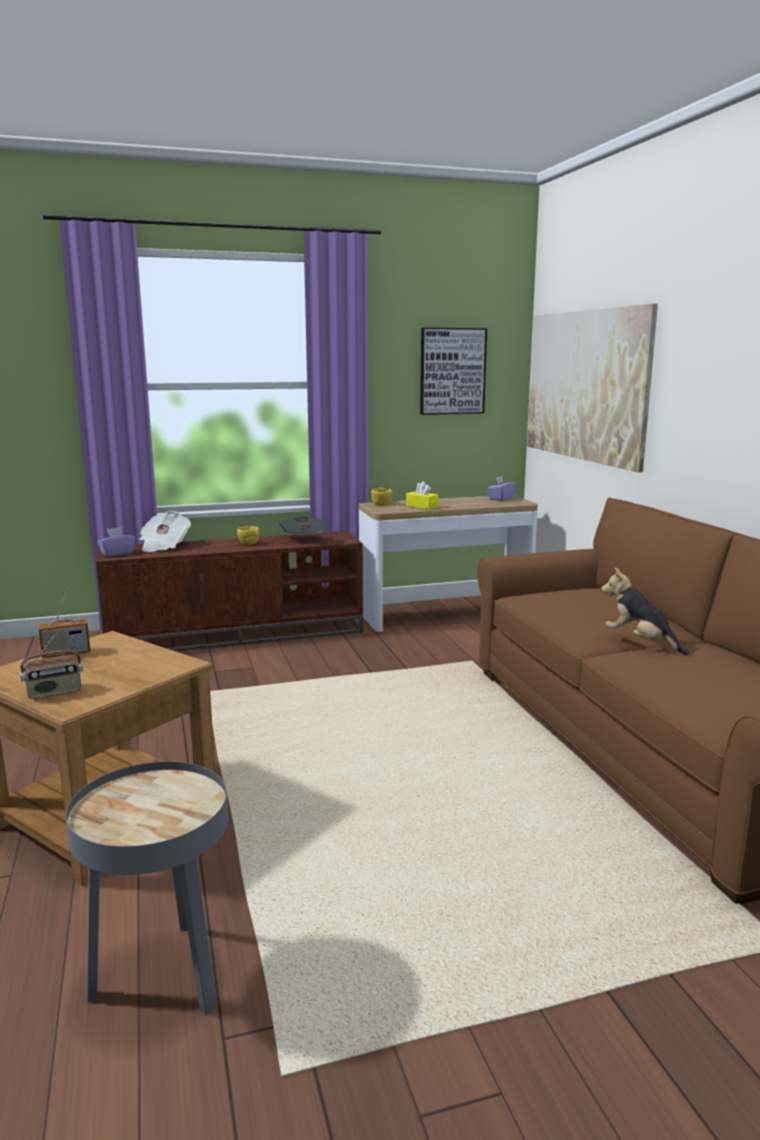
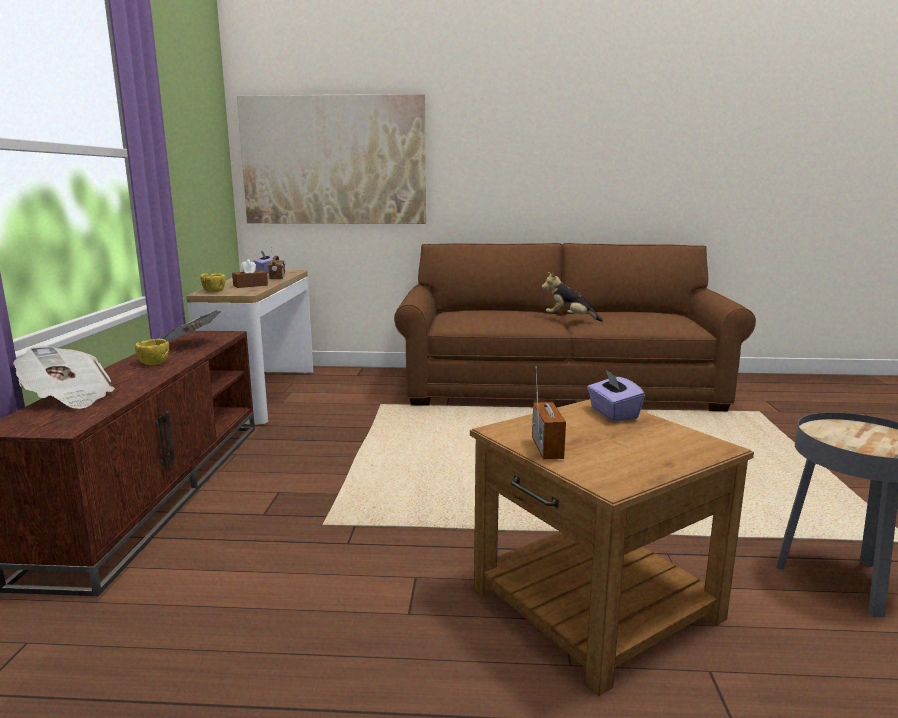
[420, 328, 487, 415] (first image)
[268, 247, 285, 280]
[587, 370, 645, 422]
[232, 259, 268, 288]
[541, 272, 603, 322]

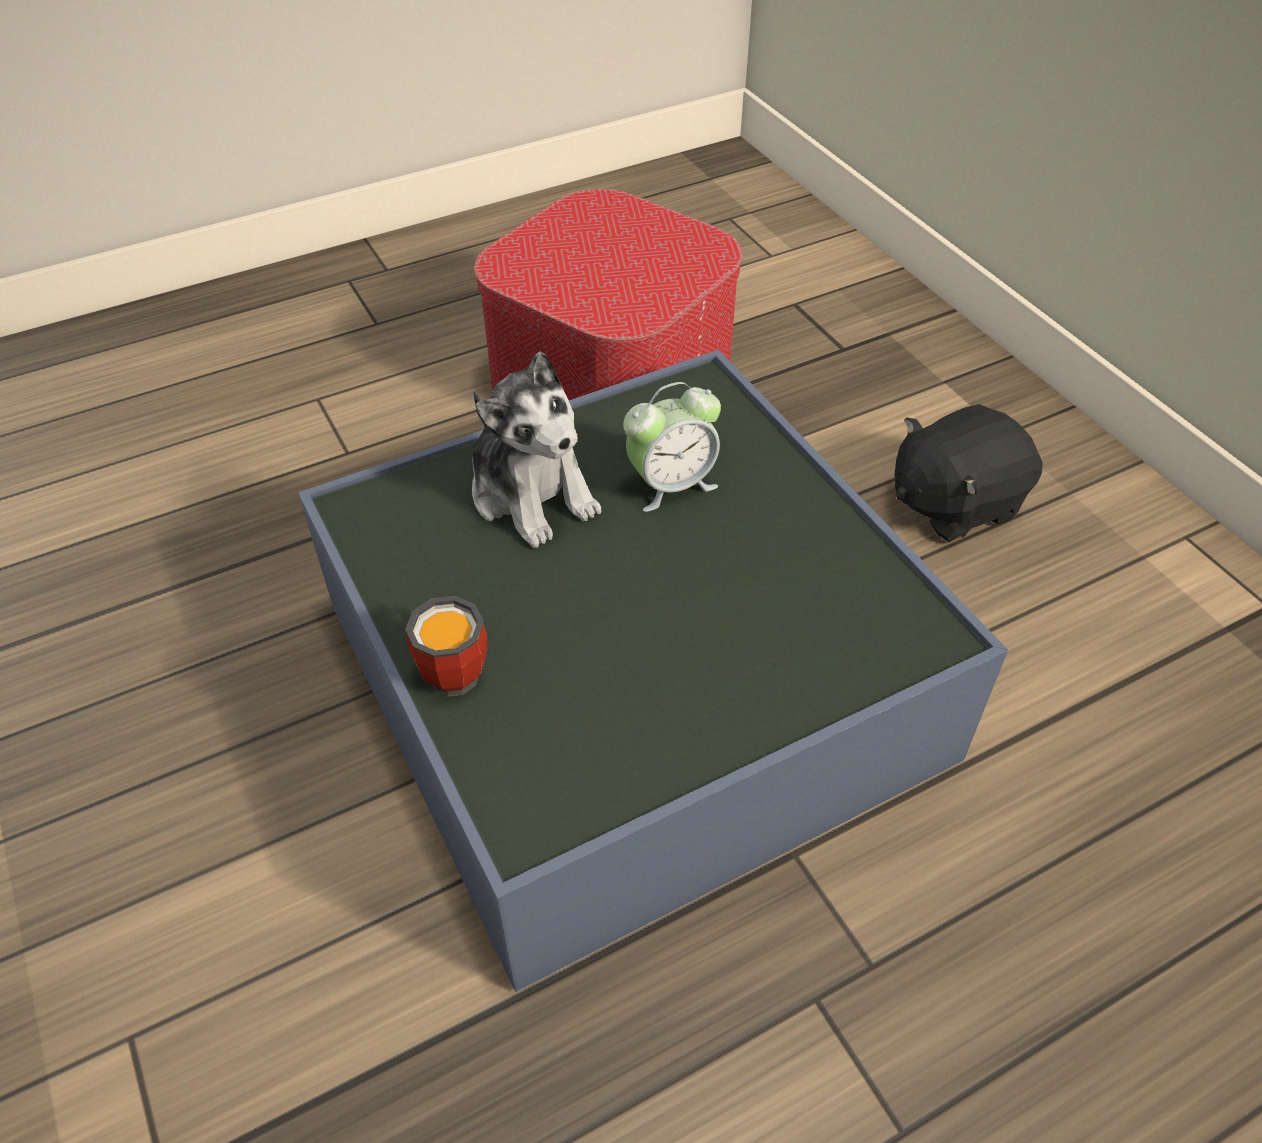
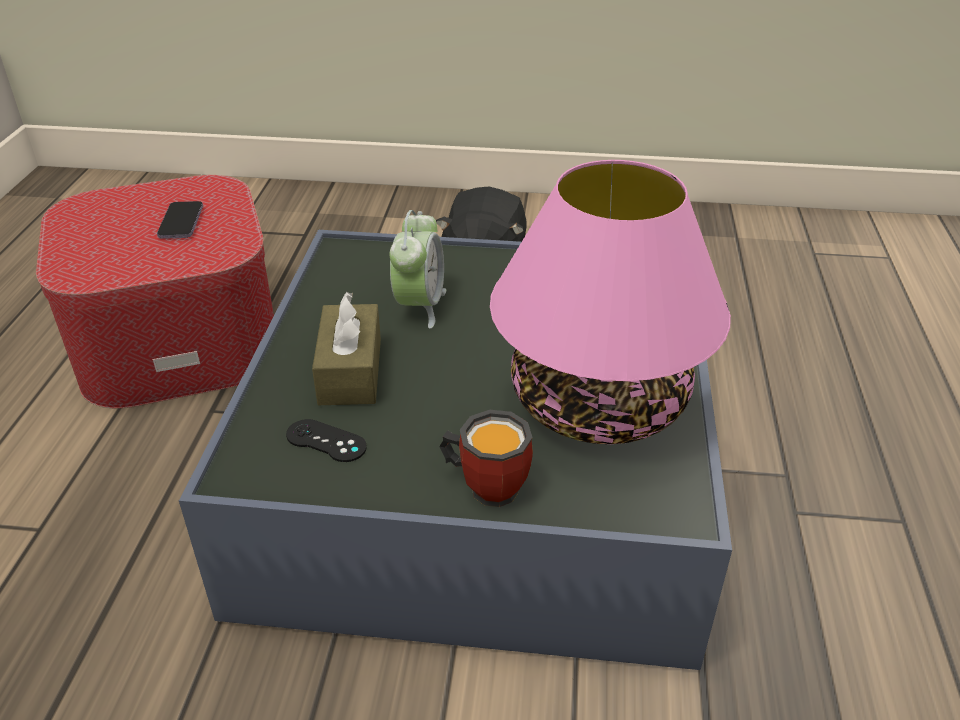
[157, 201, 203, 239]
[286, 419, 367, 462]
[490, 160, 731, 444]
[312, 292, 381, 405]

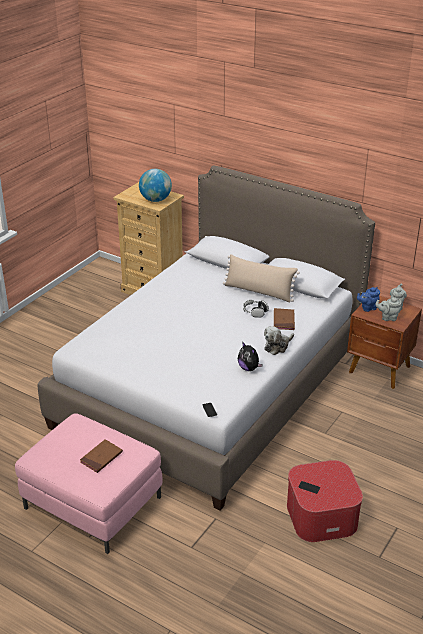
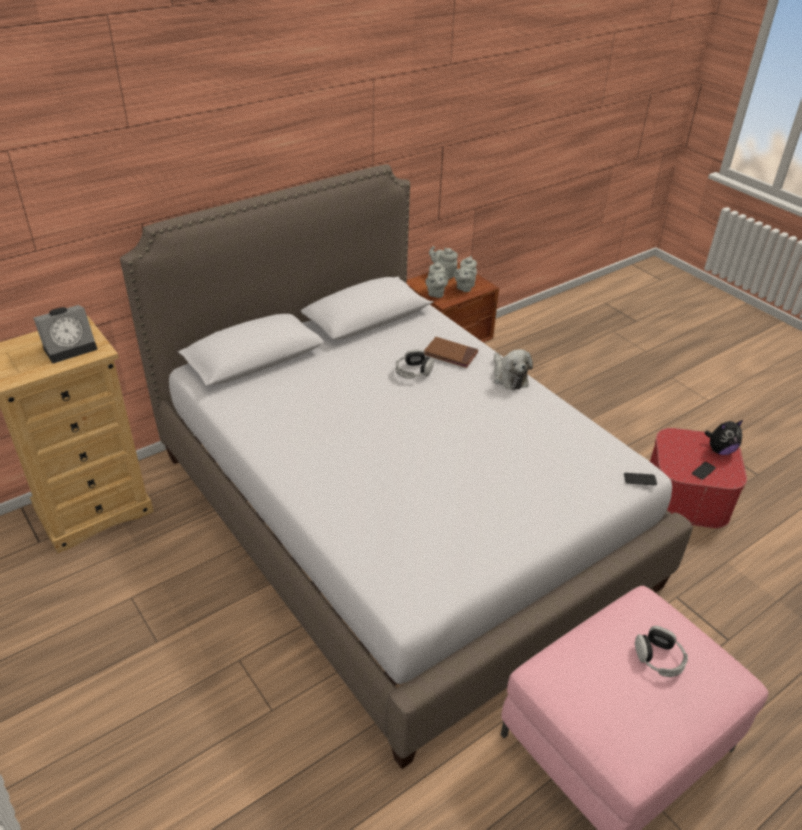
[223, 254, 300, 303] (first image)
[705, 420, 743, 455]
[635, 626, 688, 677]
[33, 305, 98, 364]
[425, 261, 448, 298]

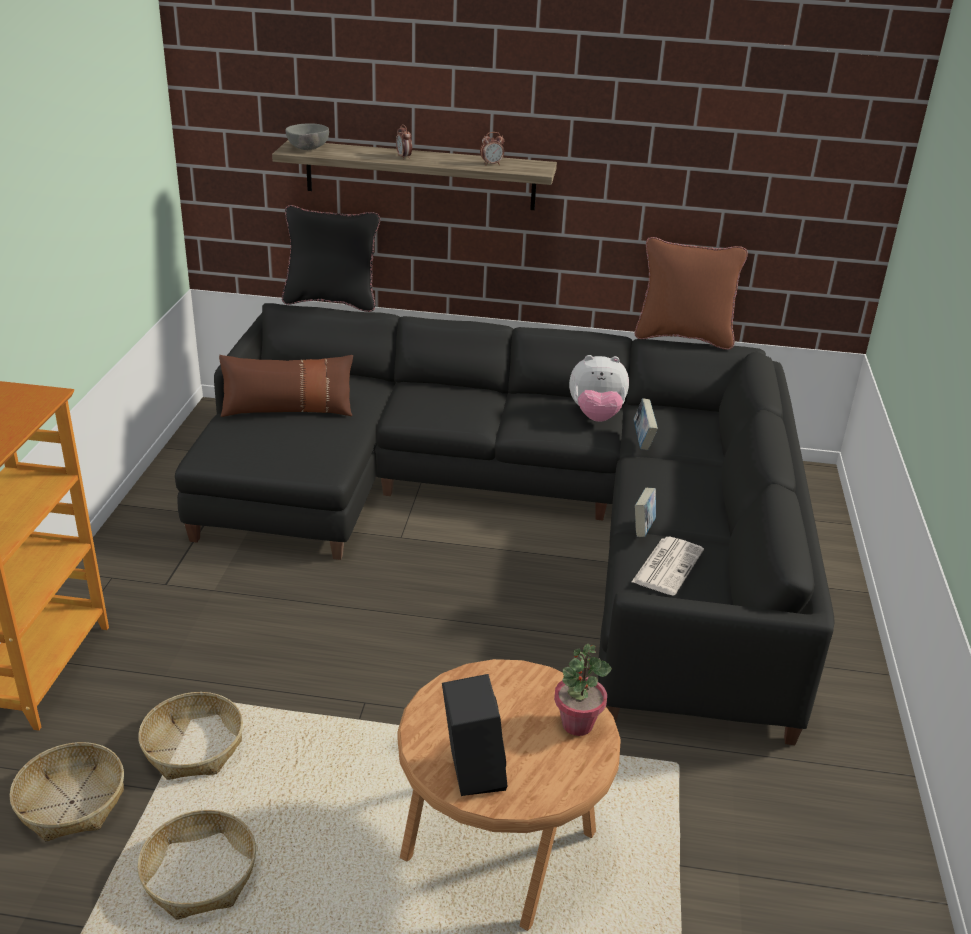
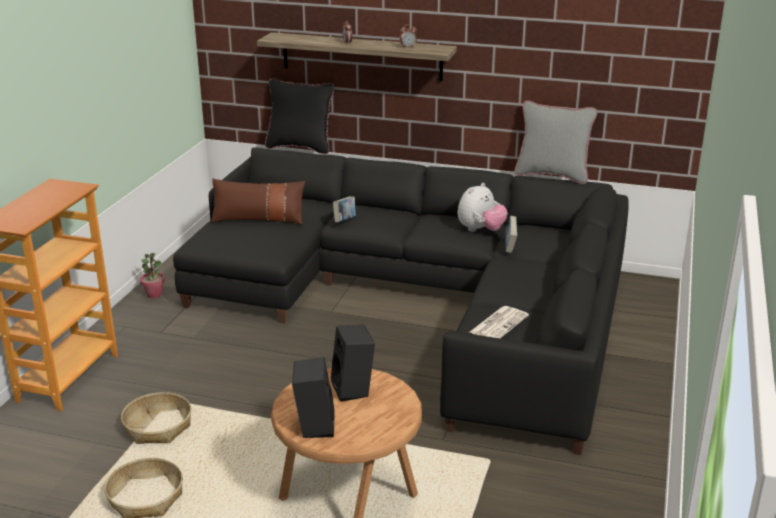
[10, 742, 124, 841] (first image)
[285, 123, 329, 150] (first image)
[331, 325, 375, 402]
[140, 253, 165, 298]
[333, 196, 356, 222]
[514, 100, 597, 184]
[458, 183, 508, 232]

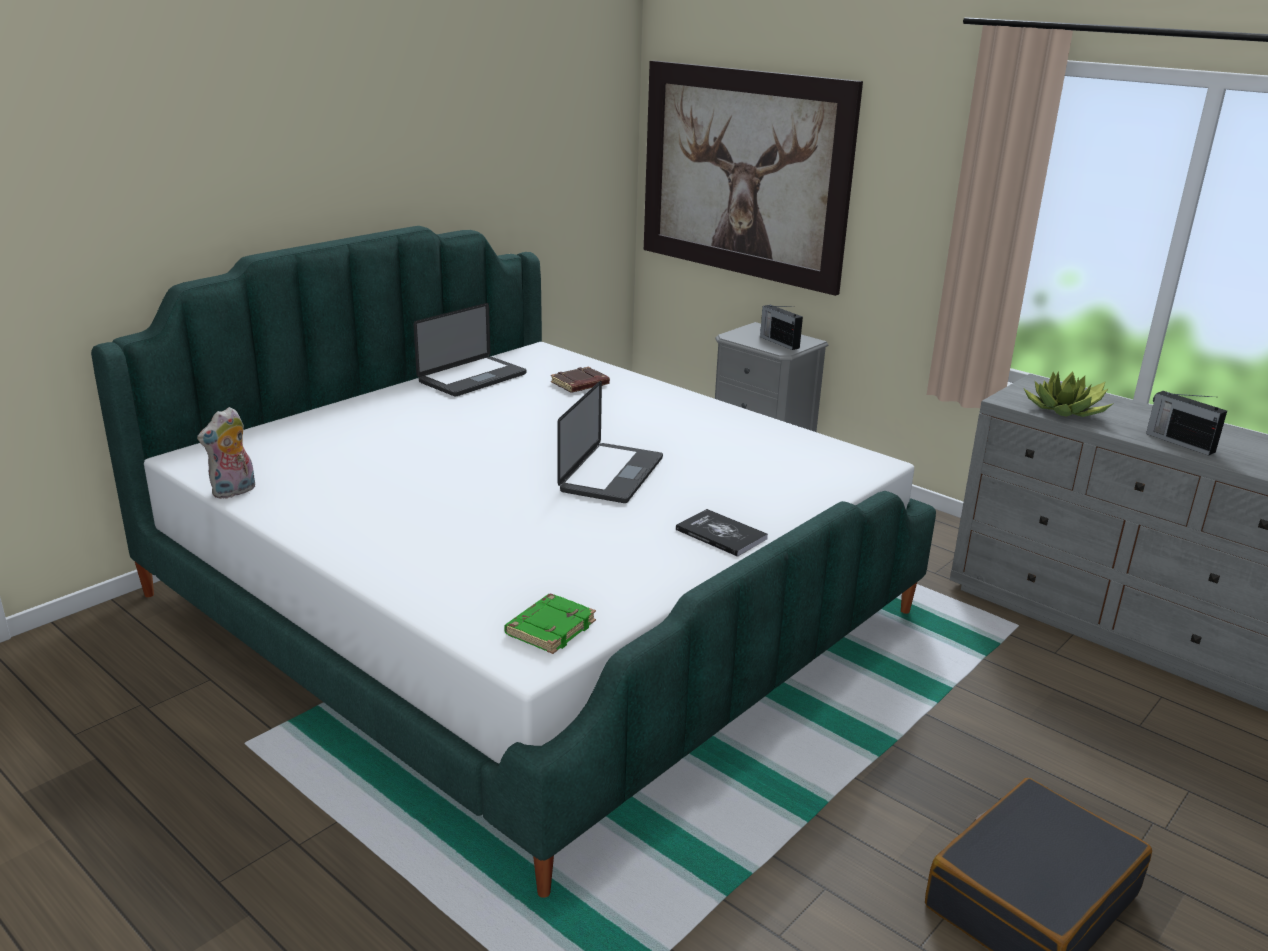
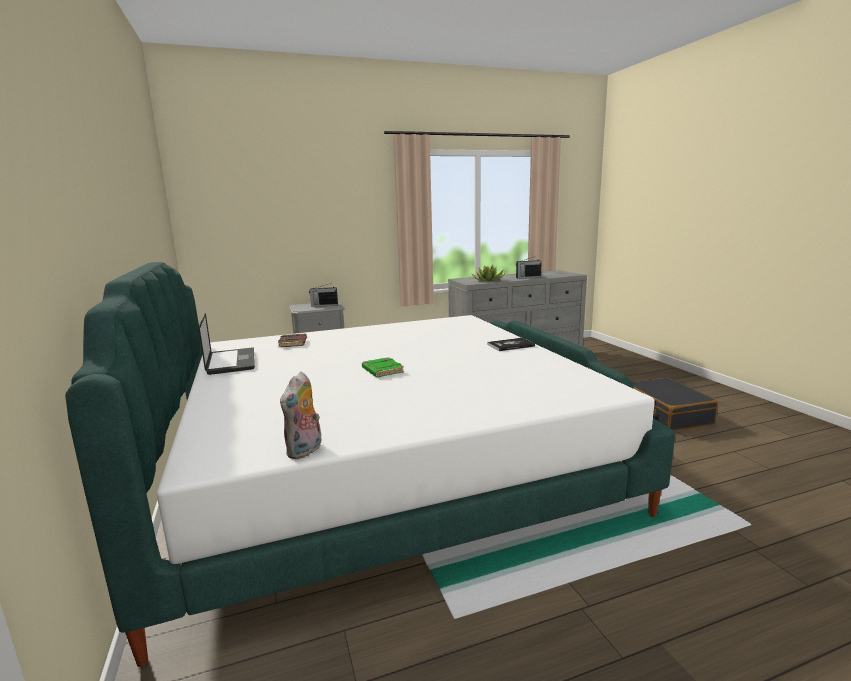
[557, 381, 663, 503] (first image)
[644, 61, 863, 296] (first image)
[362, 357, 404, 377]
[280, 372, 322, 459]

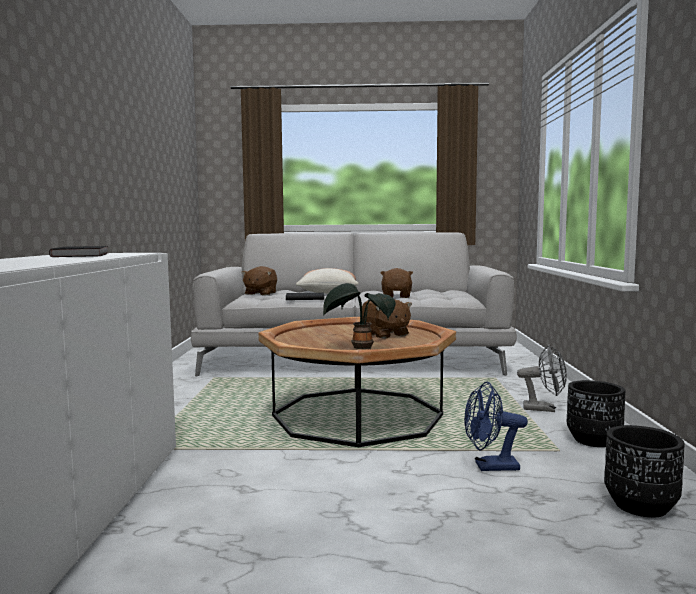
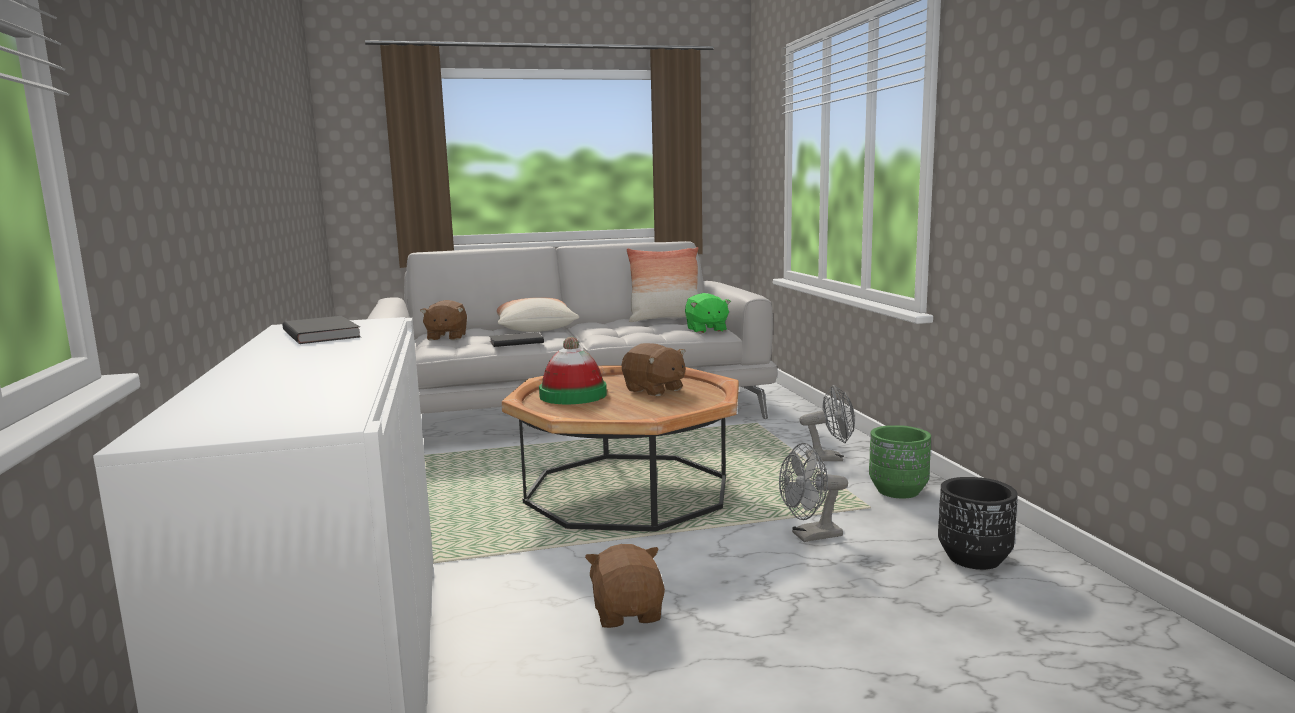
[323, 283, 396, 349] (first image)
[539, 337, 607, 404]
[626, 247, 698, 322]
[685, 293, 731, 333]
[585, 544, 665, 628]
[779, 443, 848, 542]
[869, 425, 931, 499]

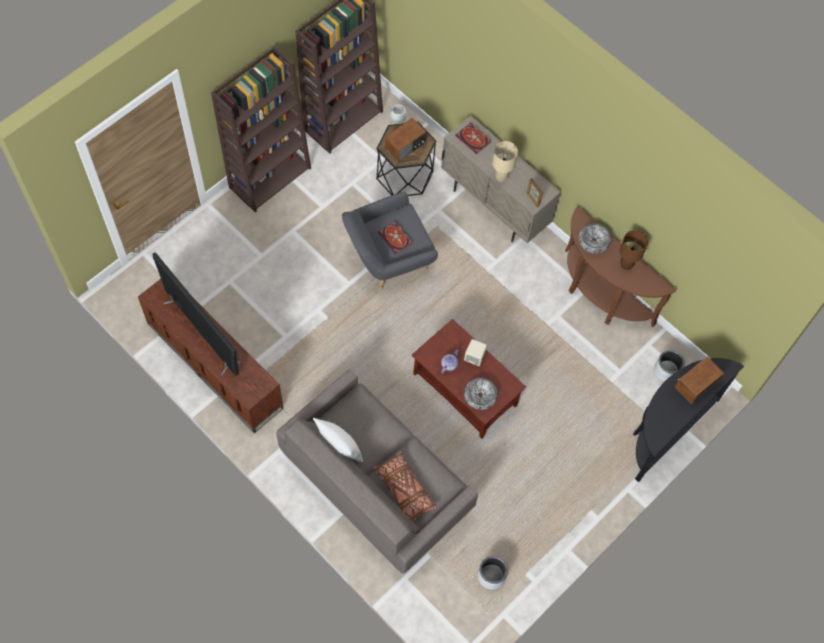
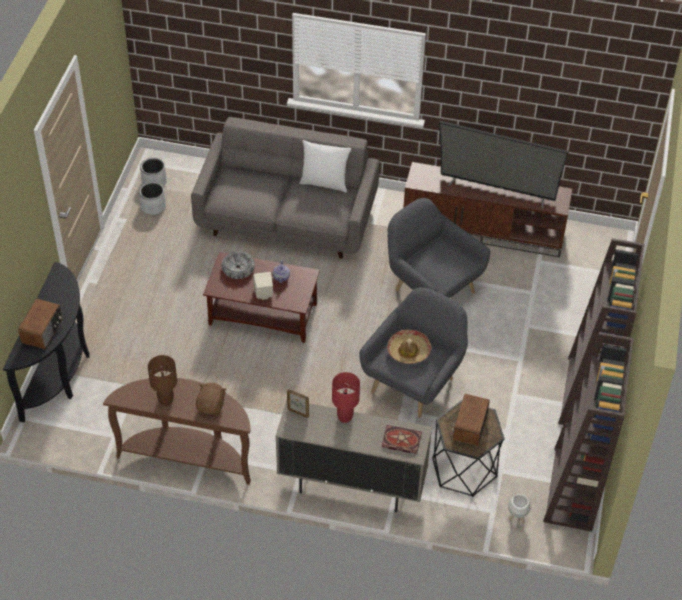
[372, 451, 437, 522] (first image)
[388, 198, 490, 298]
[140, 158, 167, 187]
[387, 329, 431, 364]
[196, 383, 226, 415]
[332, 372, 360, 423]

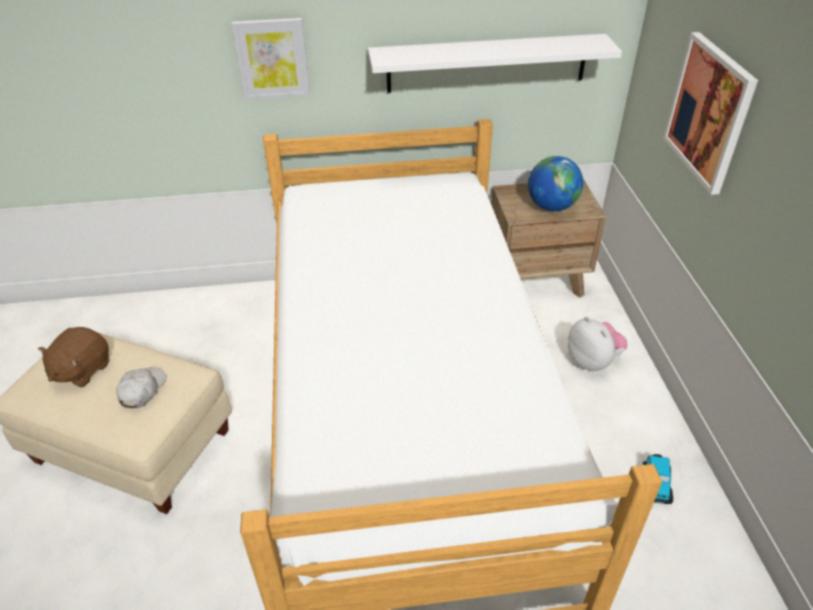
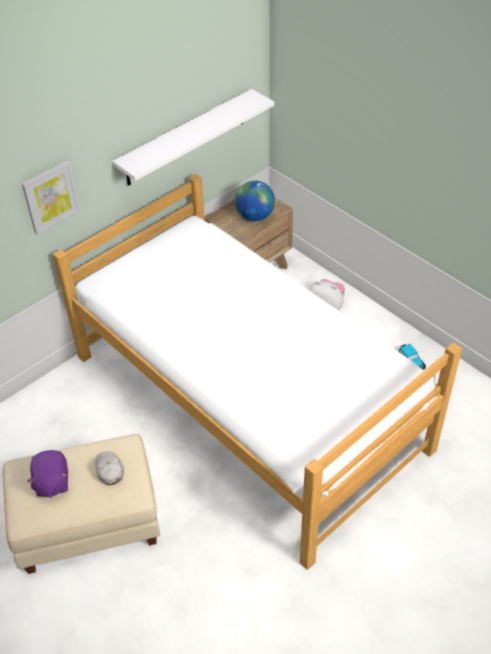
[663, 32, 758, 195] (first image)
[27, 450, 68, 498]

